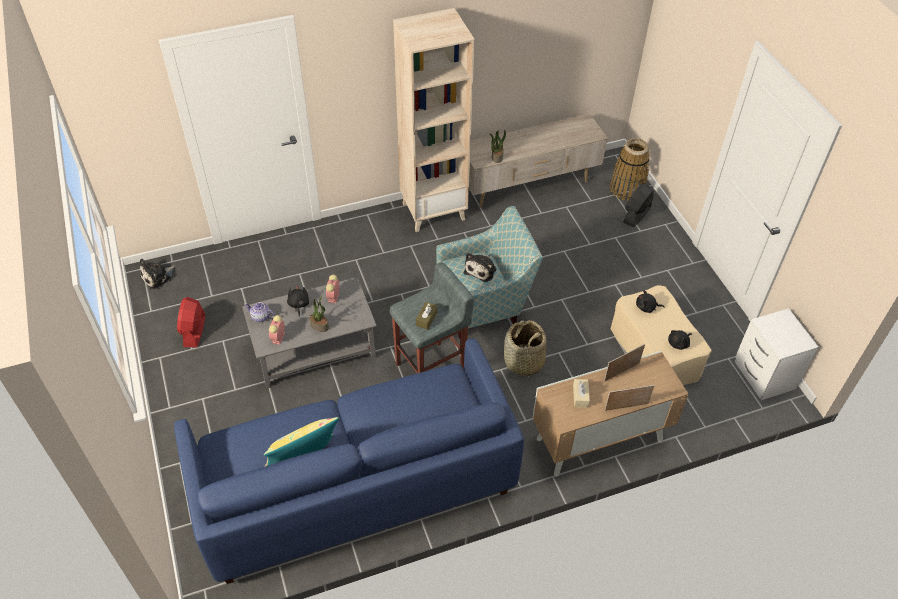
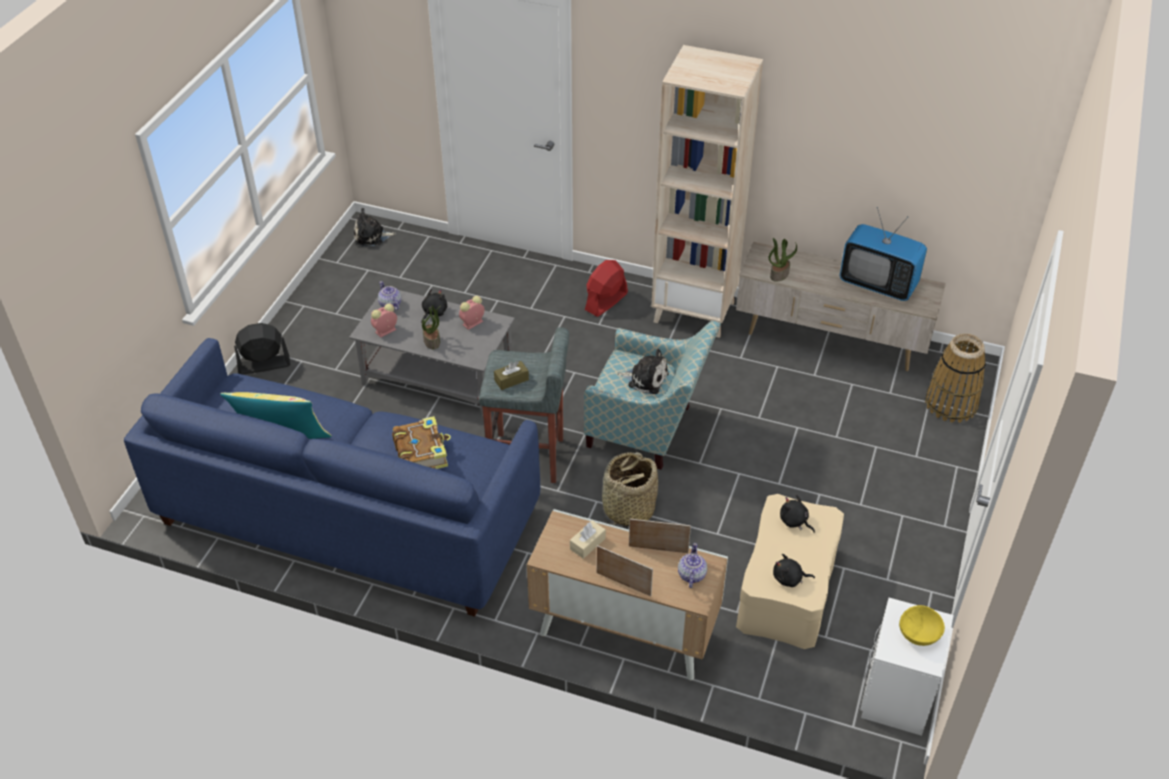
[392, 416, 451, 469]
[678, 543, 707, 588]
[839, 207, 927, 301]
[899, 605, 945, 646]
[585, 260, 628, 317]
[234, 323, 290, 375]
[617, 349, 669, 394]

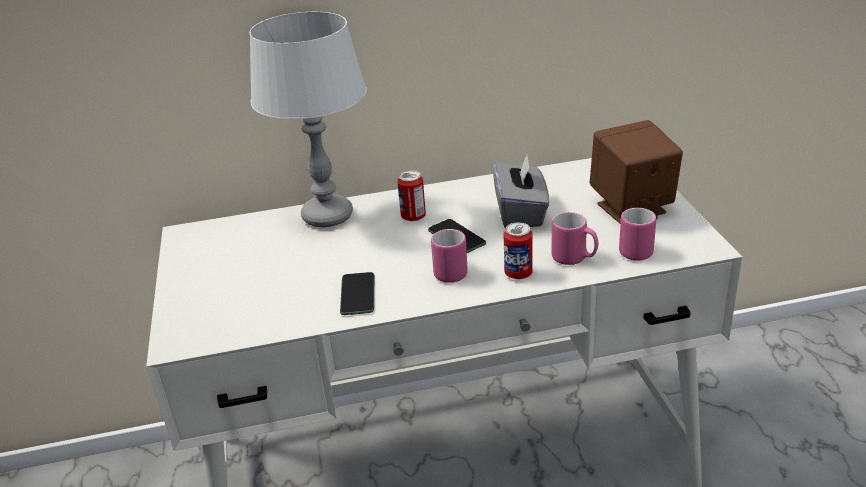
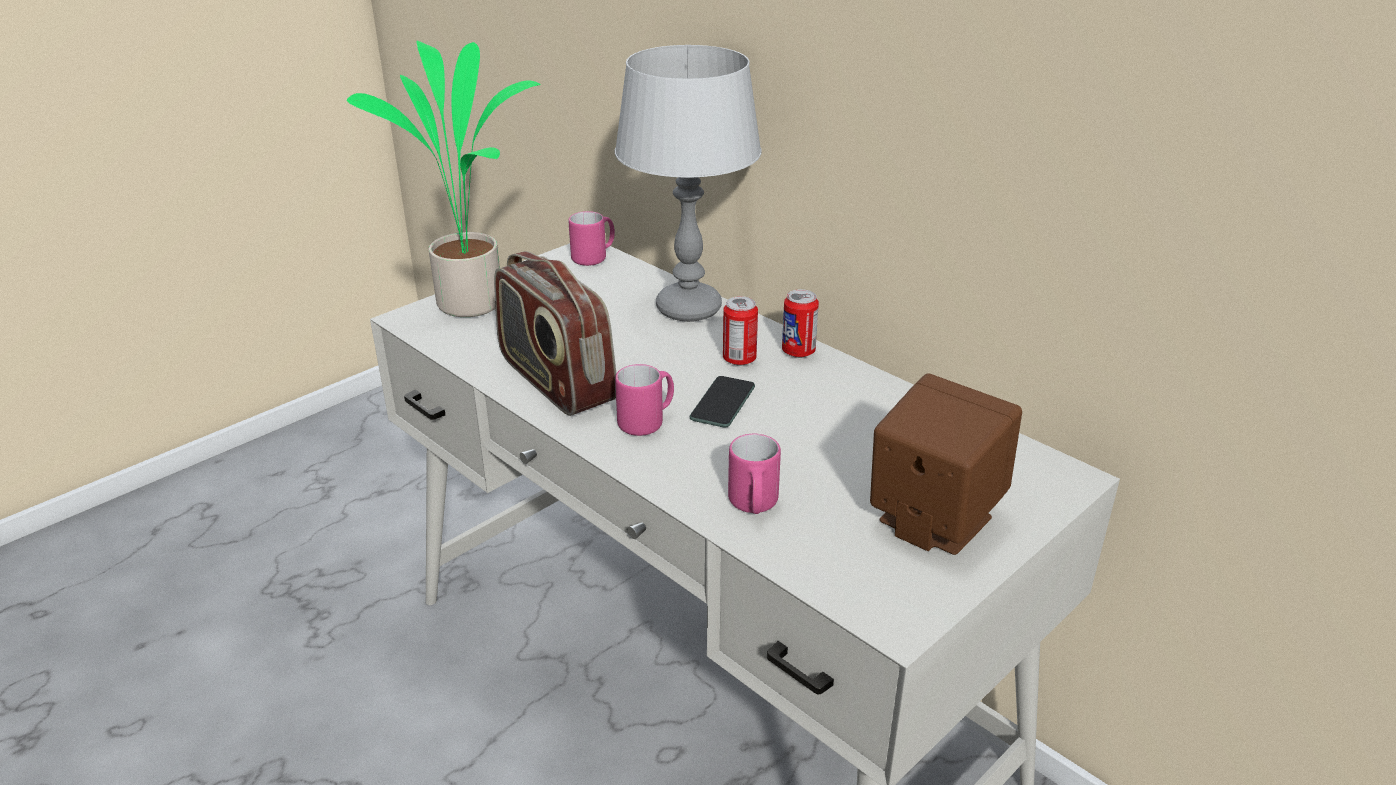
[493, 152, 549, 228] (first image)
[347, 41, 541, 317]
[782, 289, 819, 358]
[568, 211, 615, 266]
[494, 251, 617, 416]

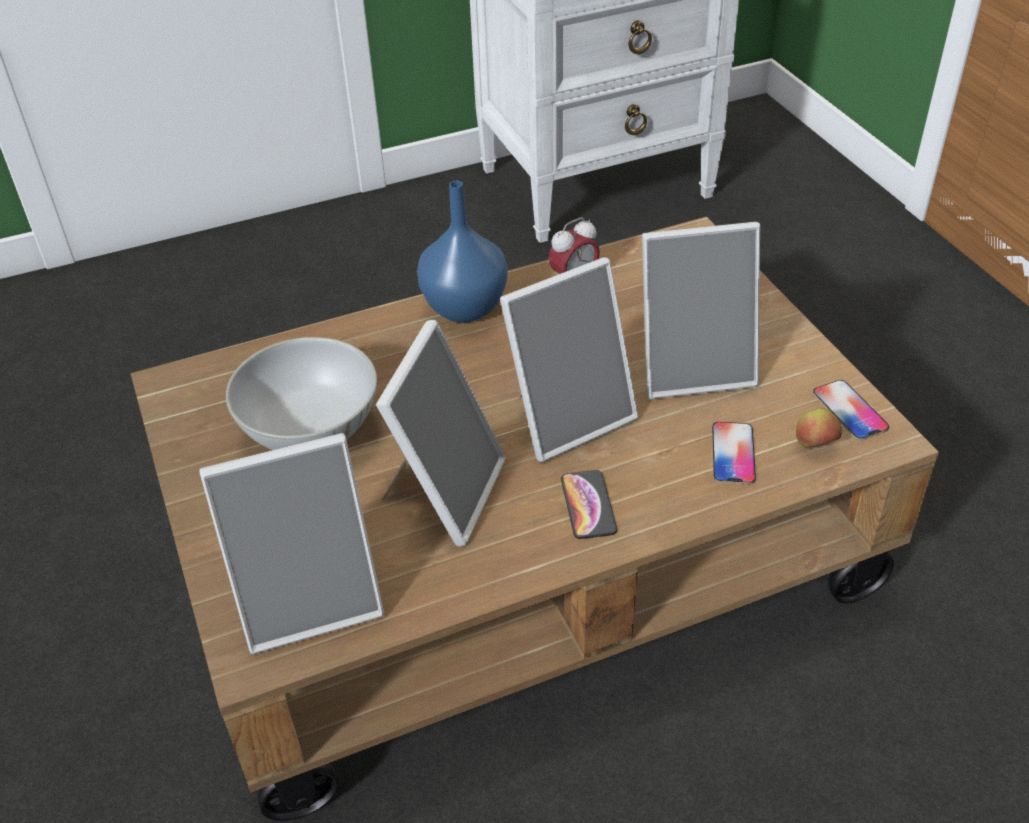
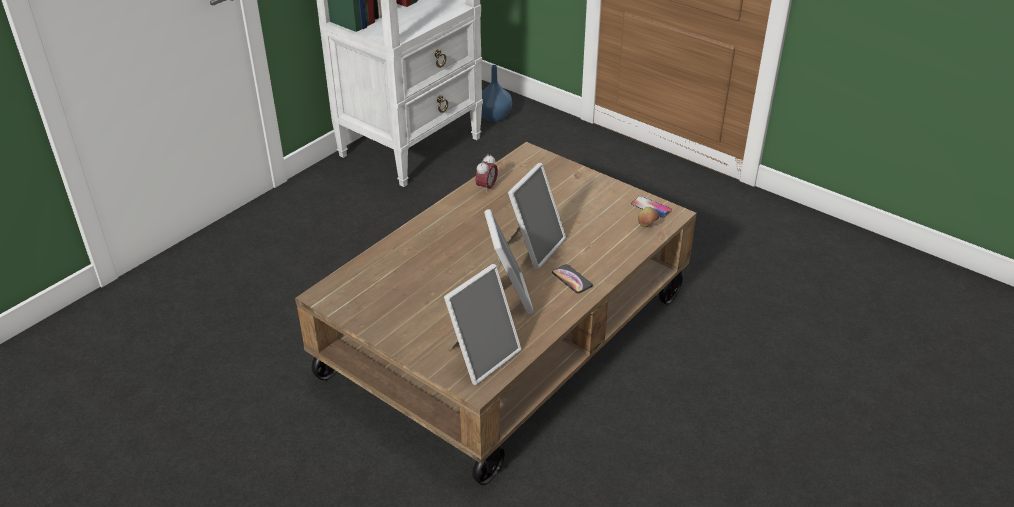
[226, 337, 377, 450] (first image)
[642, 222, 760, 399] (first image)
[712, 422, 756, 484] (first image)
[482, 65, 512, 122]

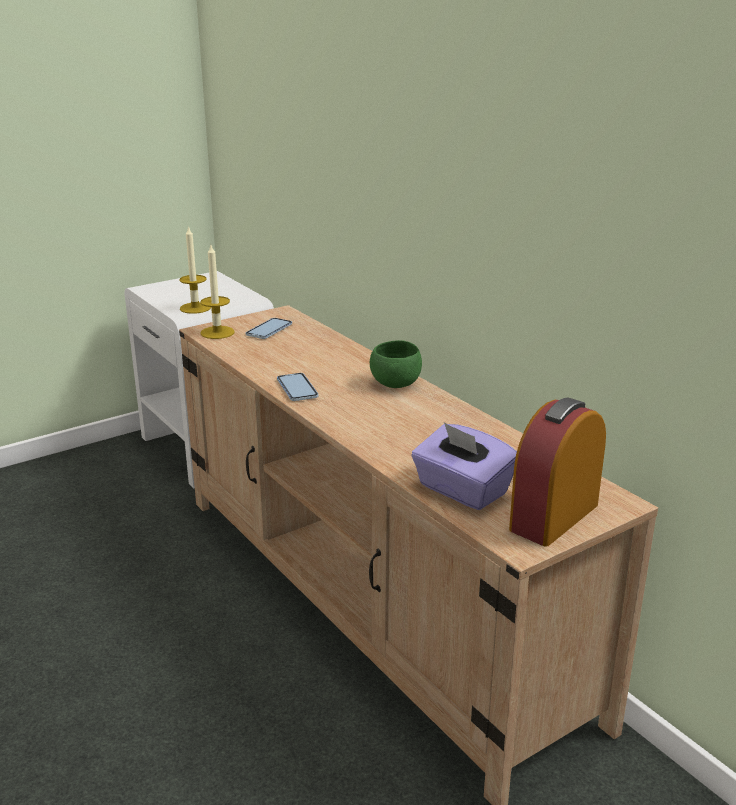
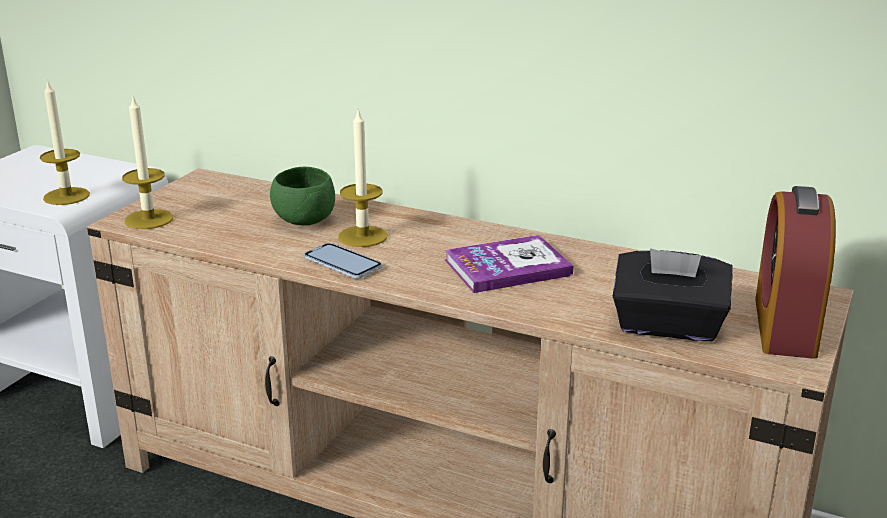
[246, 318, 292, 339] (first image)
[338, 108, 387, 247]
[445, 235, 573, 293]
[270, 167, 335, 226]
[613, 248, 733, 341]

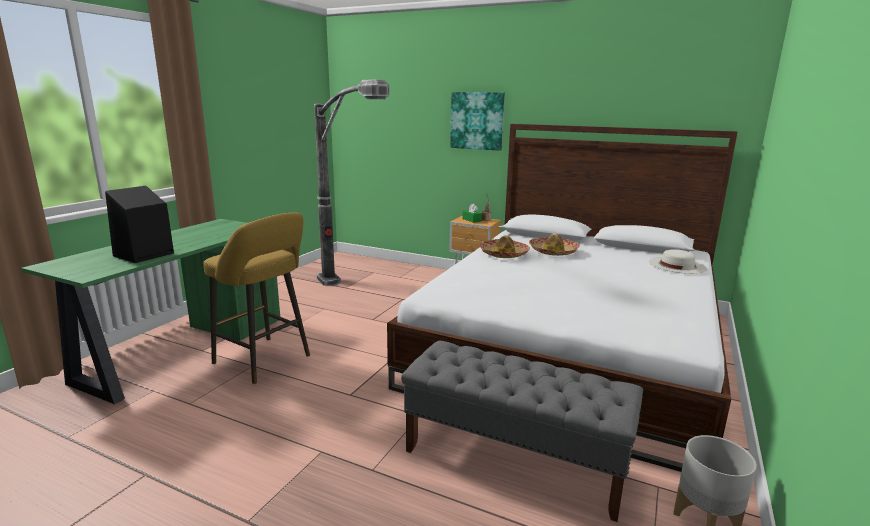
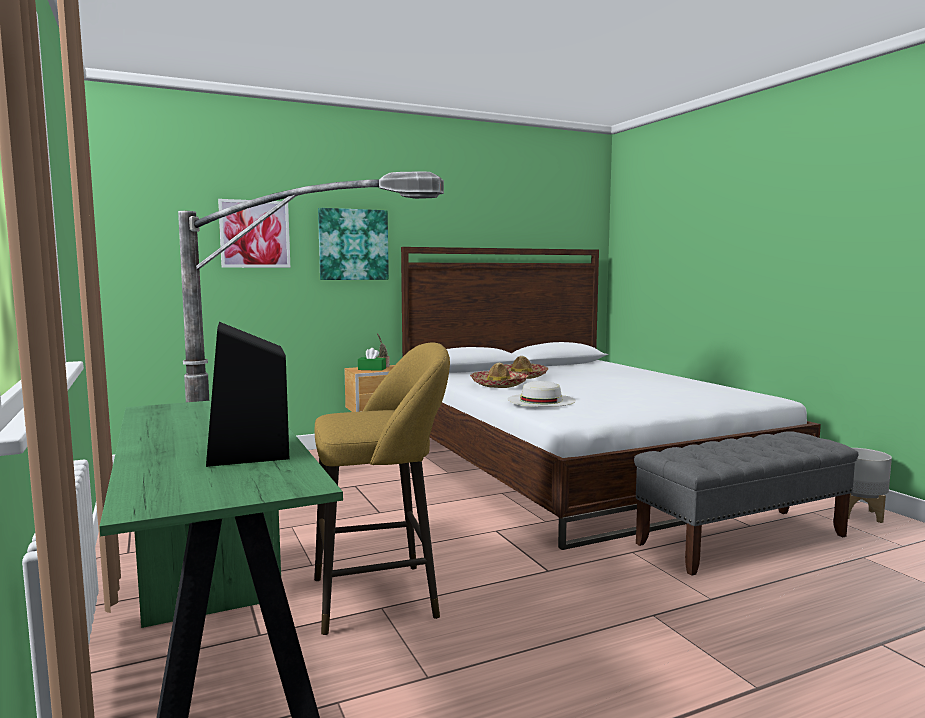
[218, 199, 290, 268]
[508, 381, 576, 407]

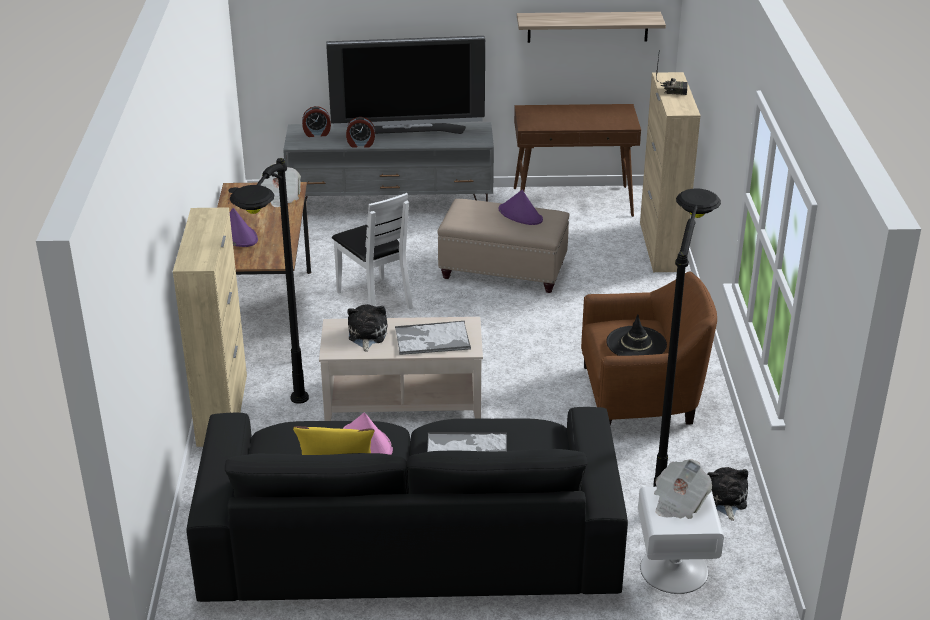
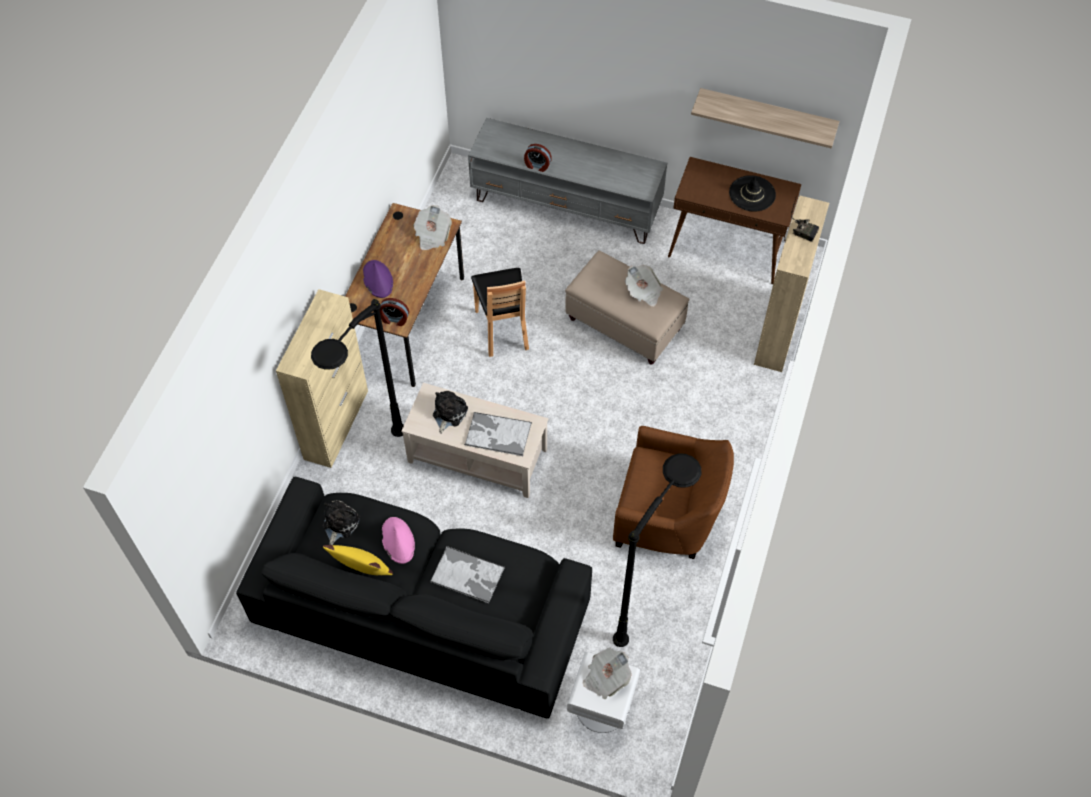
[326, 36, 485, 134] (first image)
[380, 298, 409, 326]
[729, 175, 776, 212]
[323, 500, 360, 545]
[625, 265, 663, 307]
[471, 268, 529, 357]

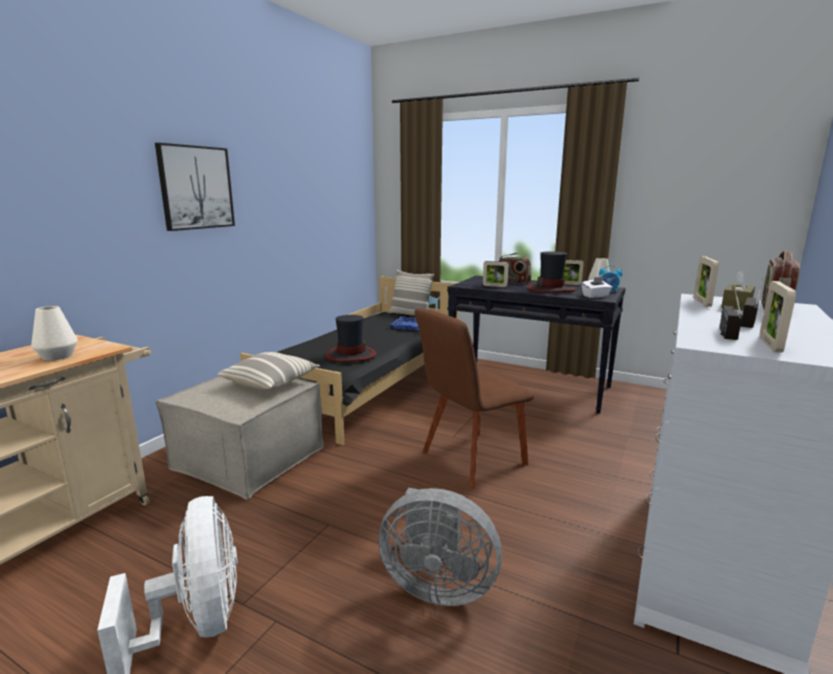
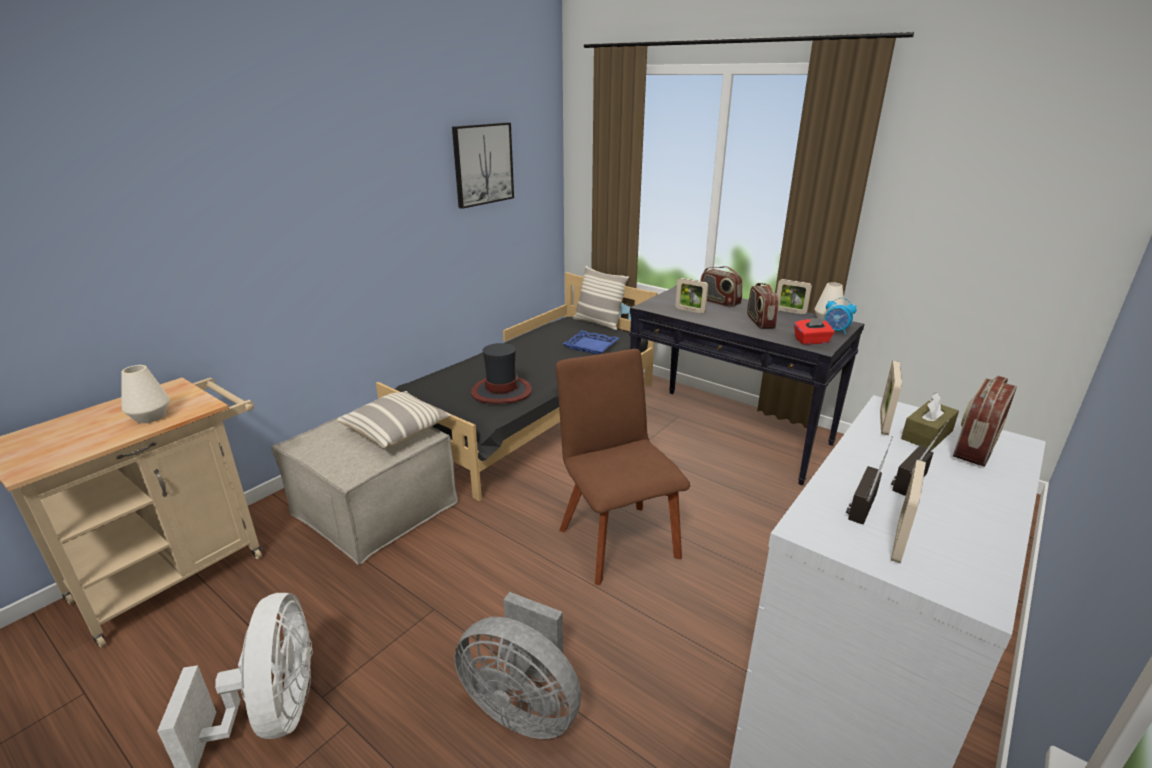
[452, 123, 514, 209]
[747, 283, 779, 329]
[794, 318, 835, 345]
[556, 349, 690, 585]

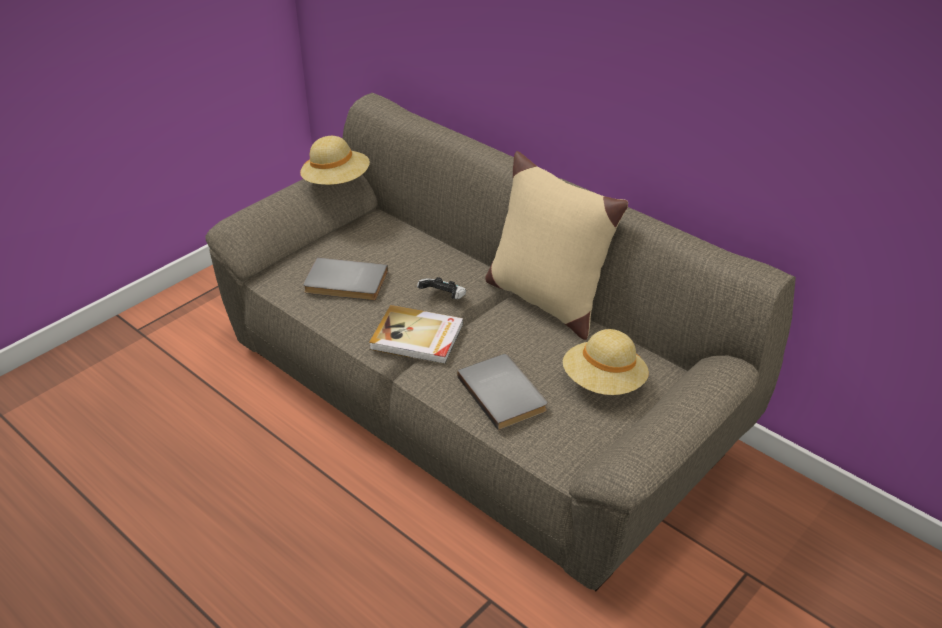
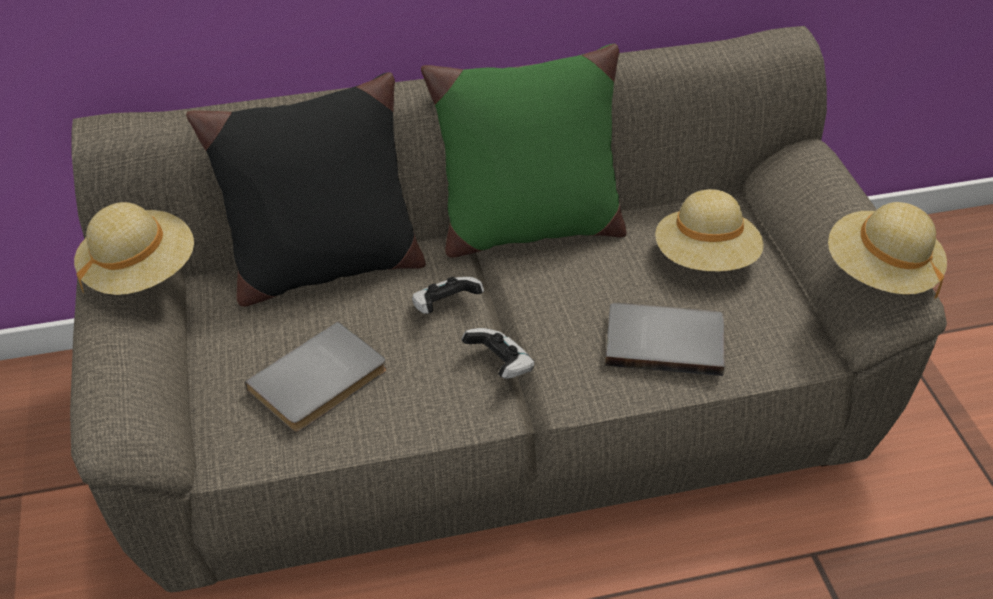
[186, 72, 426, 307]
[828, 202, 947, 299]
[462, 328, 535, 379]
[421, 44, 626, 258]

